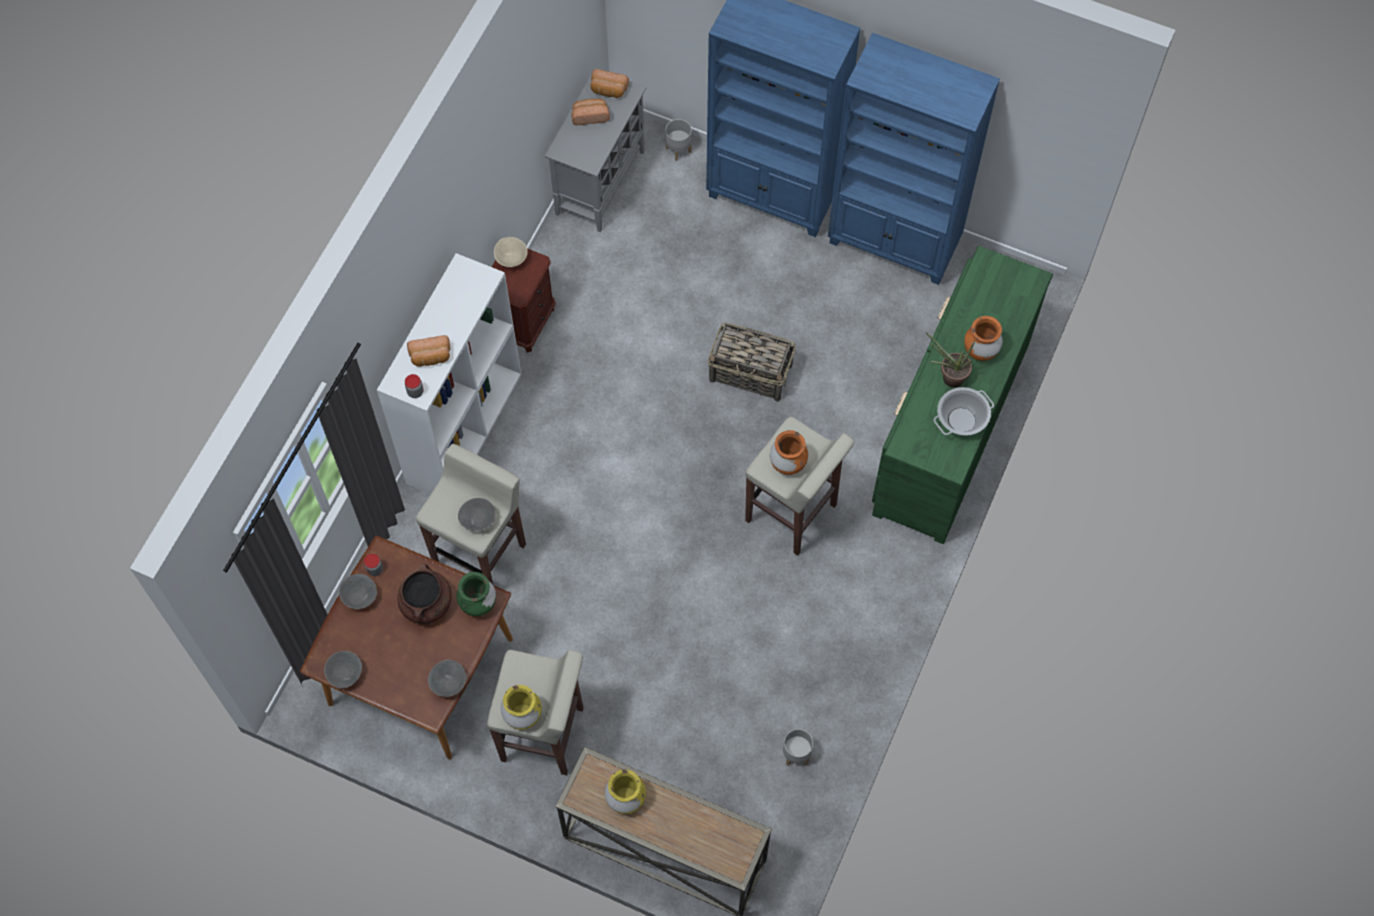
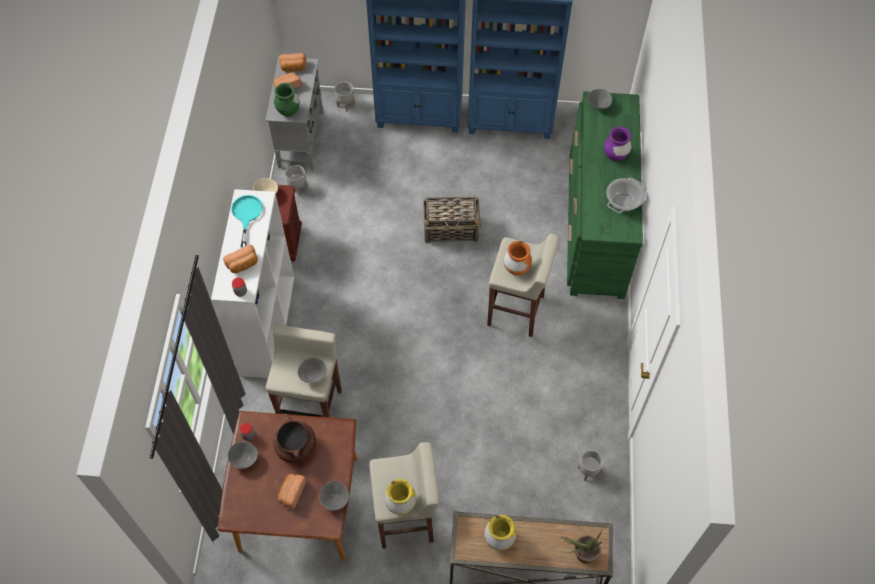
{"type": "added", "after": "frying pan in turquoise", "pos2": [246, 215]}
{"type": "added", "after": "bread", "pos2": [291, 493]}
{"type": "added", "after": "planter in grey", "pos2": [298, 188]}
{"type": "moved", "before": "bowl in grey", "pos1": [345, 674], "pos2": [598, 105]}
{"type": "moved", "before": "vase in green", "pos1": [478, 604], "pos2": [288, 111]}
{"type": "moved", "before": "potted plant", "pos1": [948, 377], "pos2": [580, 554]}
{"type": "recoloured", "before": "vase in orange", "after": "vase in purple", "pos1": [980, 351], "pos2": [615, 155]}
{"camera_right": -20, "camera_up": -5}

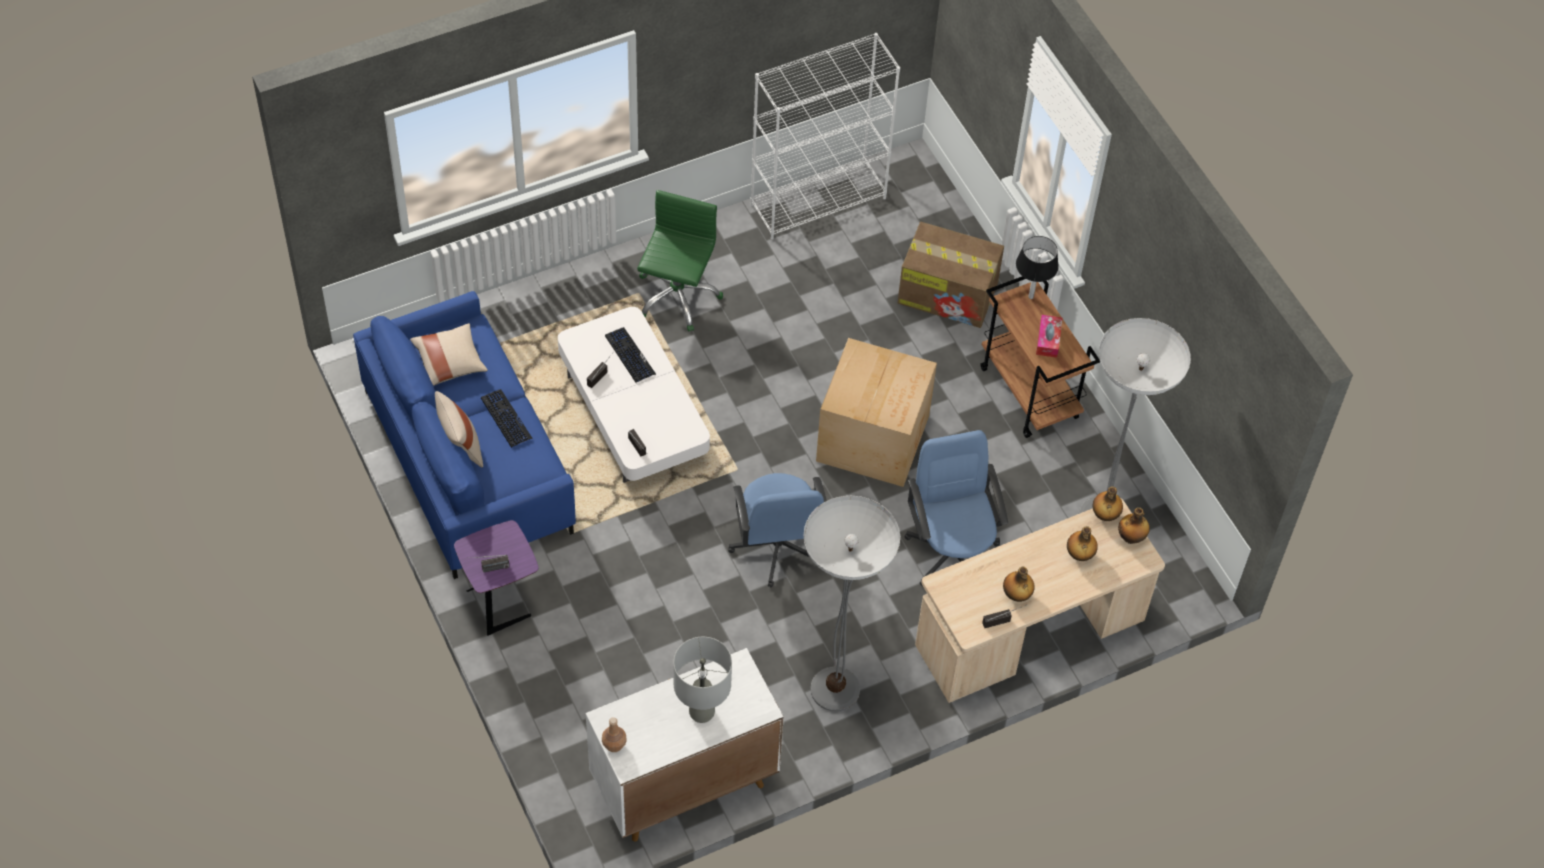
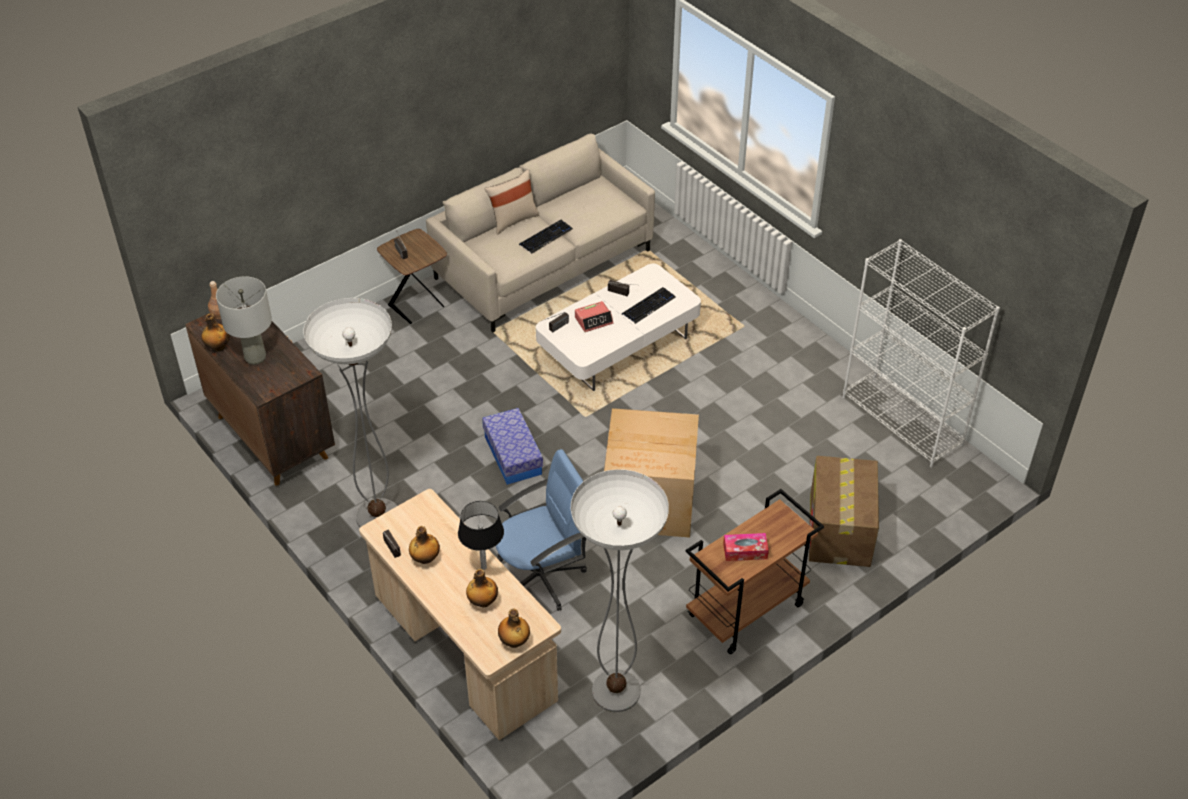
{"type": "removed", "before": "pillow in beige", "pos1": [449, 363]}
{"type": "removed", "before": "office chair in green", "pos1": [677, 296]}
{"type": "added", "after": "alarm clock", "pos2": [594, 320]}
{"type": "moved", "before": "table lamp in black", "pos1": [1030, 296], "pos2": [484, 567]}
{"type": "moved", "before": "bottle", "pos1": [1104, 515], "pos2": [218, 347]}
{"type": "replaced", "before": "office chair in blue", "after": "storage box", "pos1": [777, 547], "pos2": [513, 455]}
{"type": "recoloured", "before": "sofa in blue", "after": "sofa in beige", "pos1": [468, 460], "pos2": [544, 265]}
{"type": "recoloured", "before": "side table in purple", "after": "side table in brown", "pos1": [500, 603], "pos2": [418, 306]}
{"type": "recoloured", "before": "cabinet in white", "after": "cabinet in brown", "pos1": [683, 785], "pos2": [271, 436]}
{"camera_right": 80, "camera_up": -10}

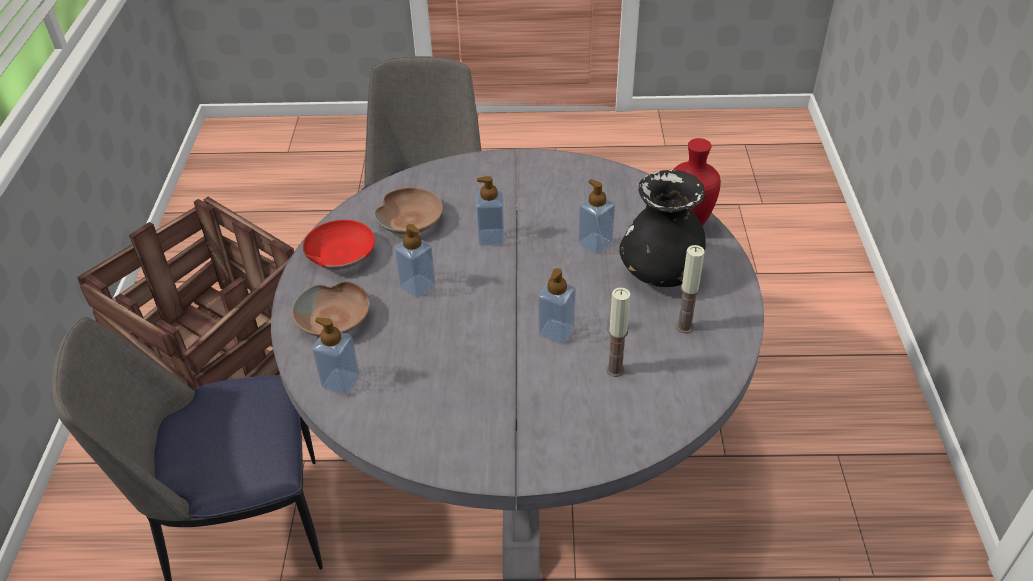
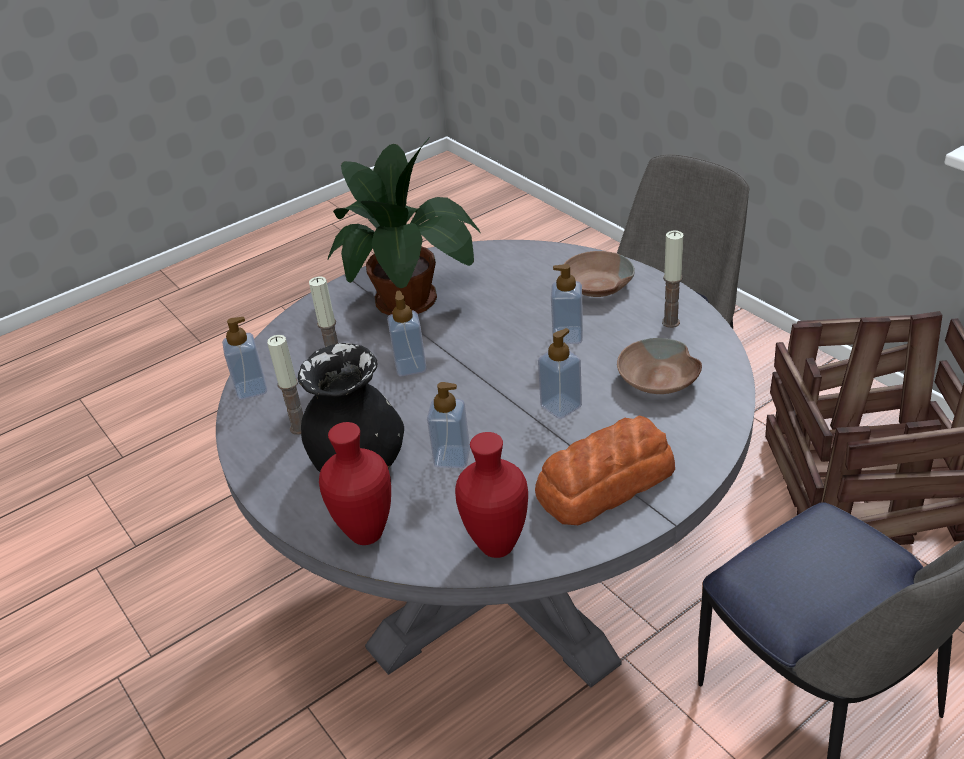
{"type": "added", "after": "potted plant", "pos2": [410, 300]}
{"type": "added", "after": "vase in red", "pos2": [499, 545]}
{"type": "added", "after": "bread", "pos2": [603, 483]}
{"type": "moved", "before": "soap dispenser", "pos1": [341, 382], "pos2": [251, 389]}
{"type": "replaced", "before": "bowl in red", "after": "candle", "pos1": [340, 254], "pos2": [670, 322]}
{"camera_right": 145, "camera_up": -5}

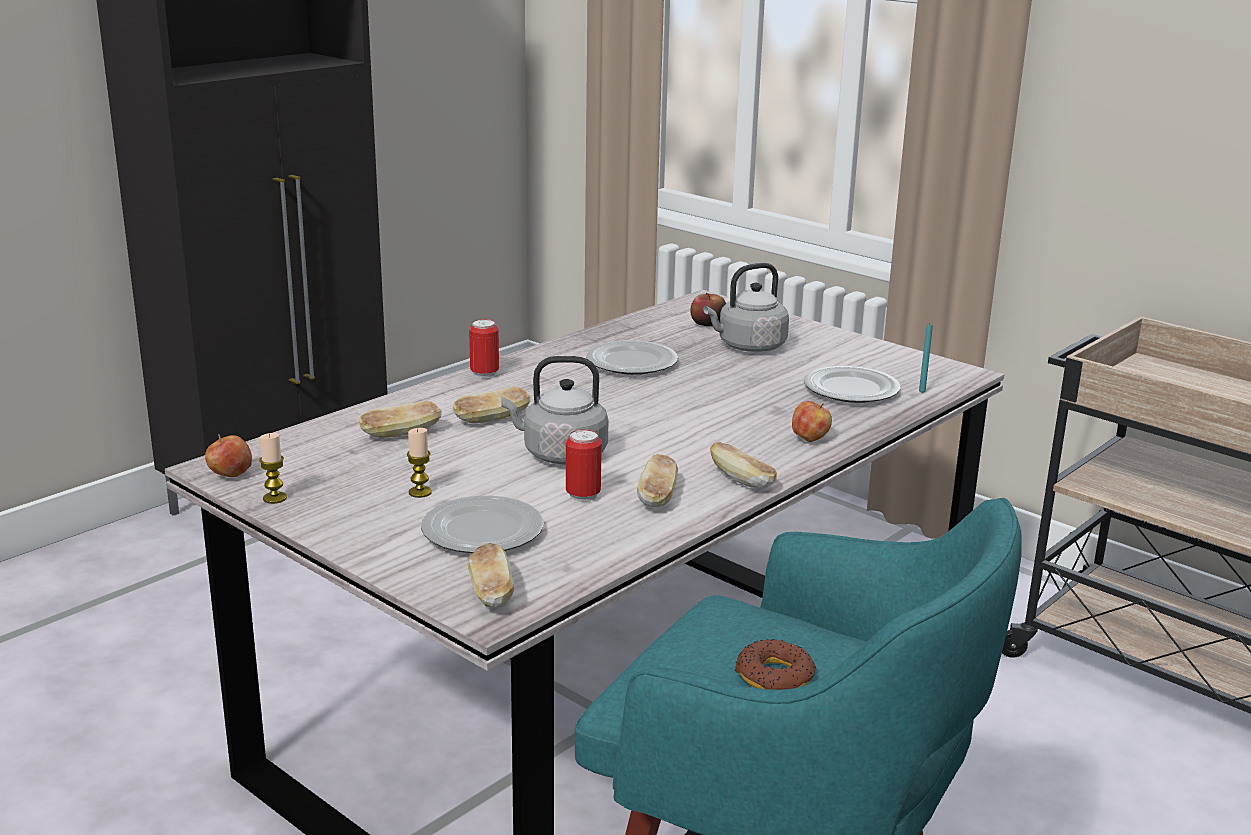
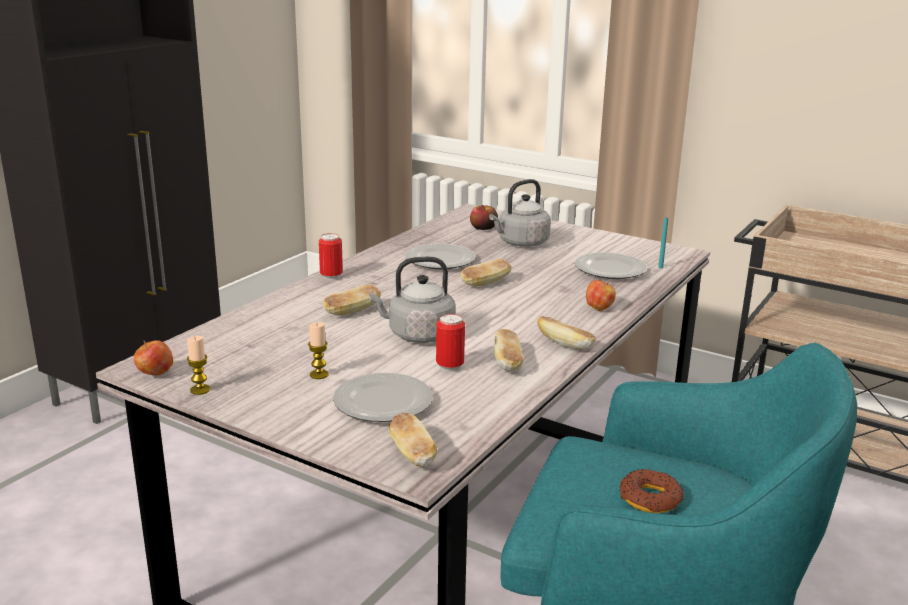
{"type": "moved", "before": "bread", "pos1": [401, 434], "pos2": [486, 283]}
{"camera_right": -10, "camera_up": 0}

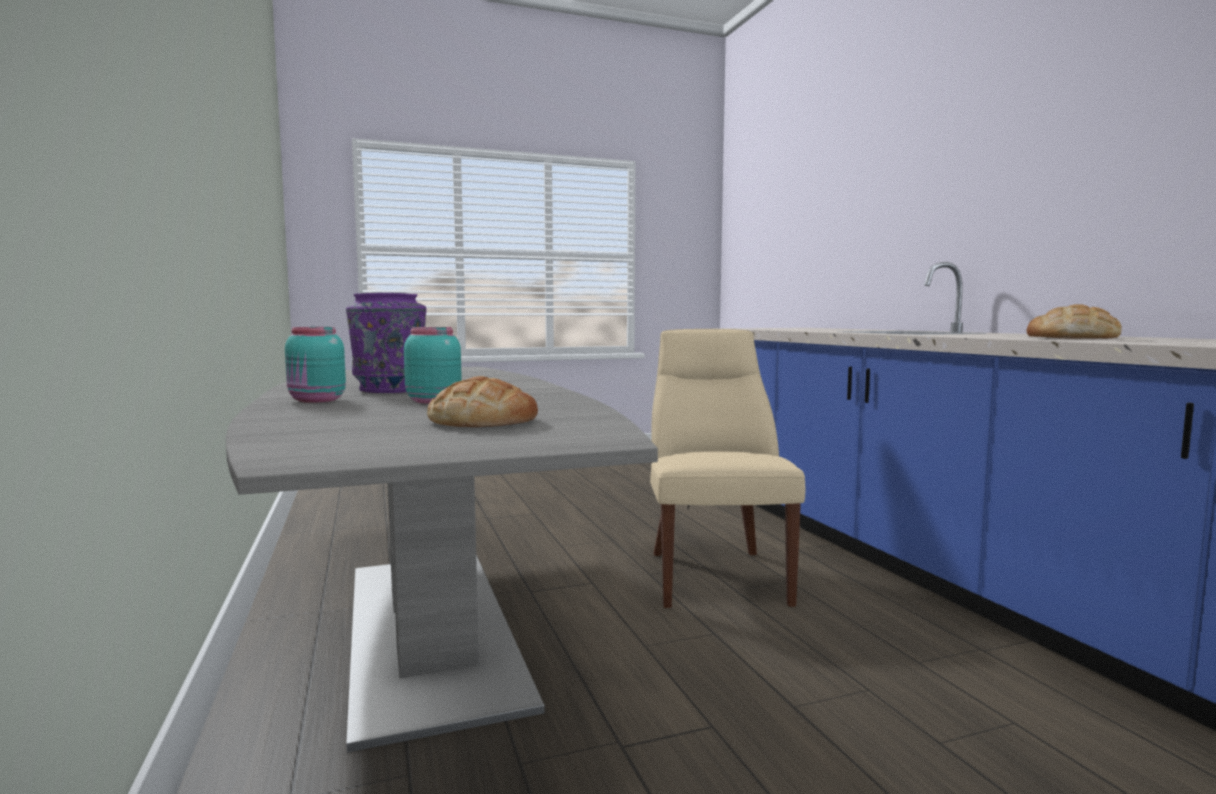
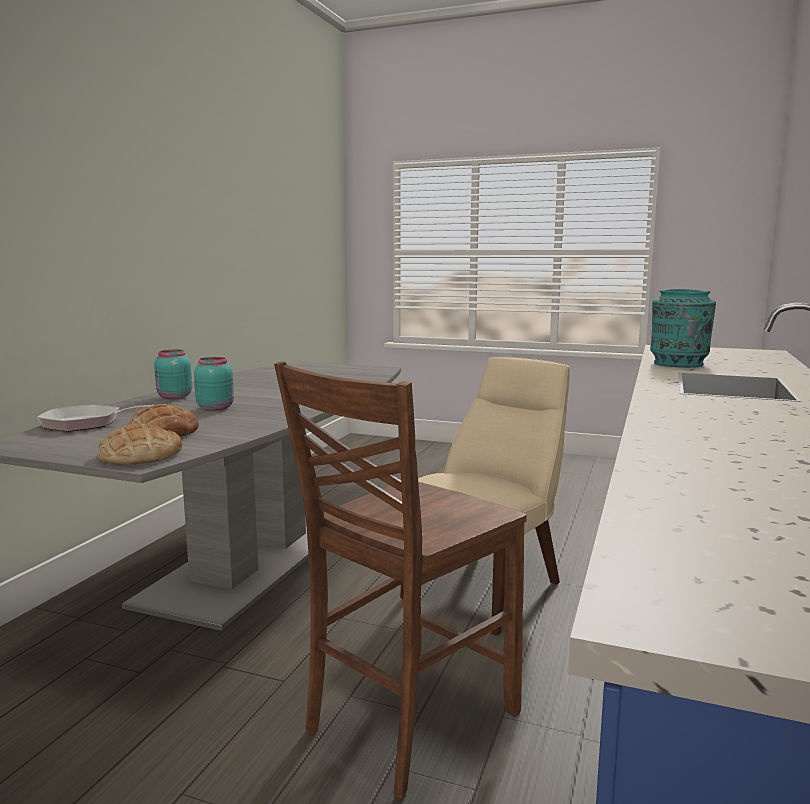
{"type": "removed", "before": "vase in purple", "pos1": [390, 390]}
{"type": "added", "after": "frying pan", "pos2": [88, 423]}
{"type": "added", "after": "chair in brown", "pos2": [406, 721]}
{"type": "added", "after": "vase in turquoise", "pos2": [678, 364]}
{"type": "moved", "before": "bread", "pos1": [1072, 338], "pos2": [140, 455]}
{"camera_right": 40, "camera_up": 5}

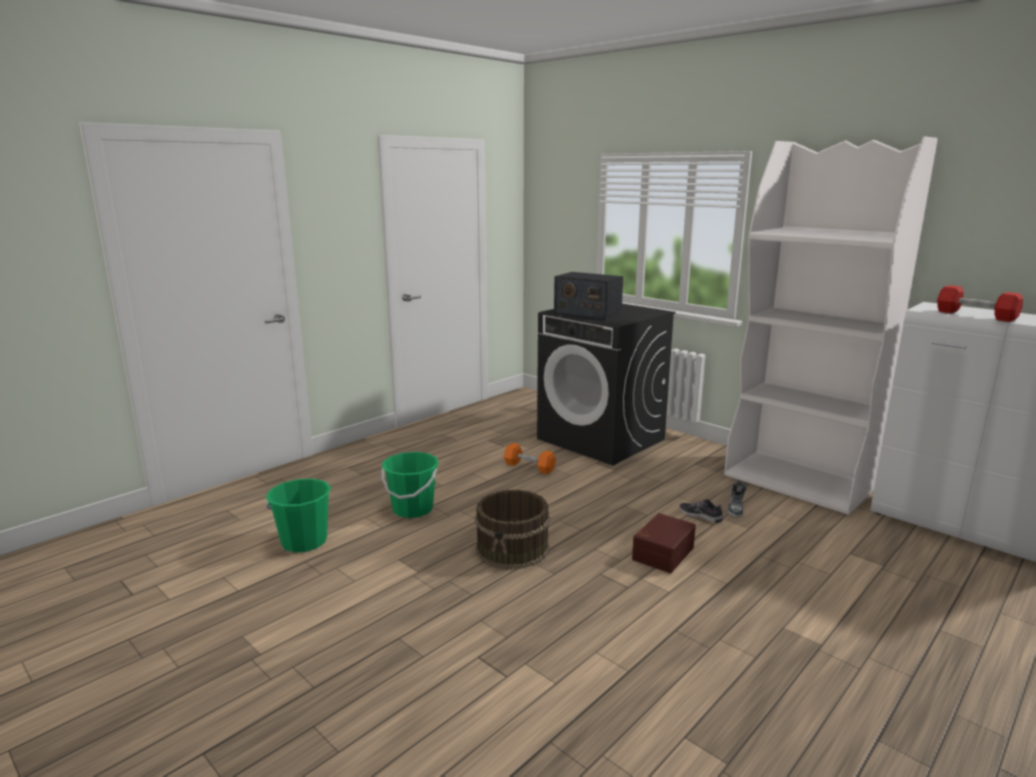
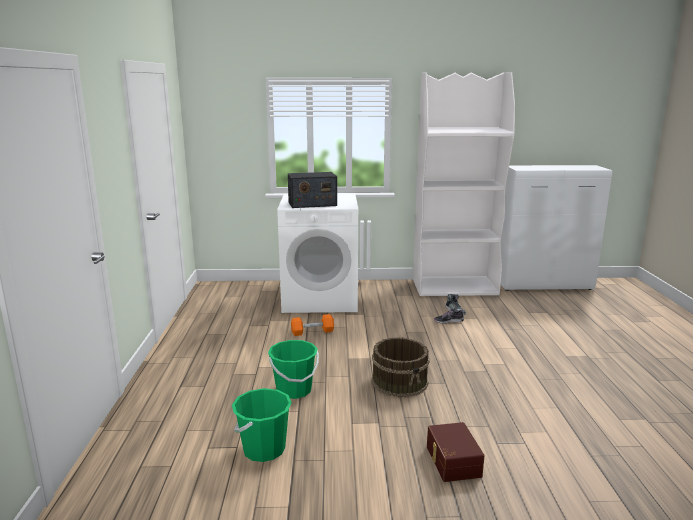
{"type": "removed", "before": "dumbbell in red", "pos1": [976, 315]}
{"type": "moved", "before": "storage box in brown", "pos1": [661, 553], "pos2": [452, 461]}
{"type": "recoloured", "before": "washing machine in black", "after": "washing machine in white", "pos1": [601, 439], "pos2": [321, 299]}
{"camera_right": -45, "camera_up": 0}

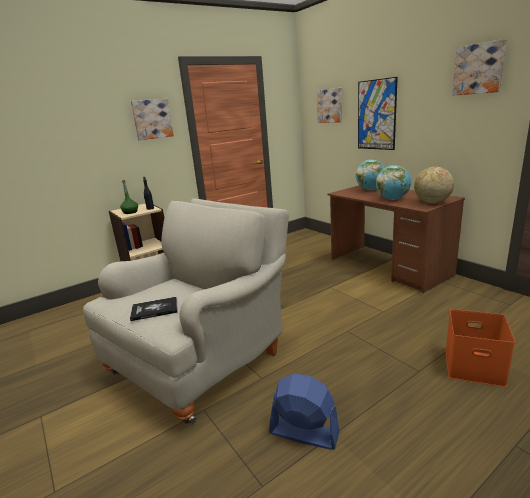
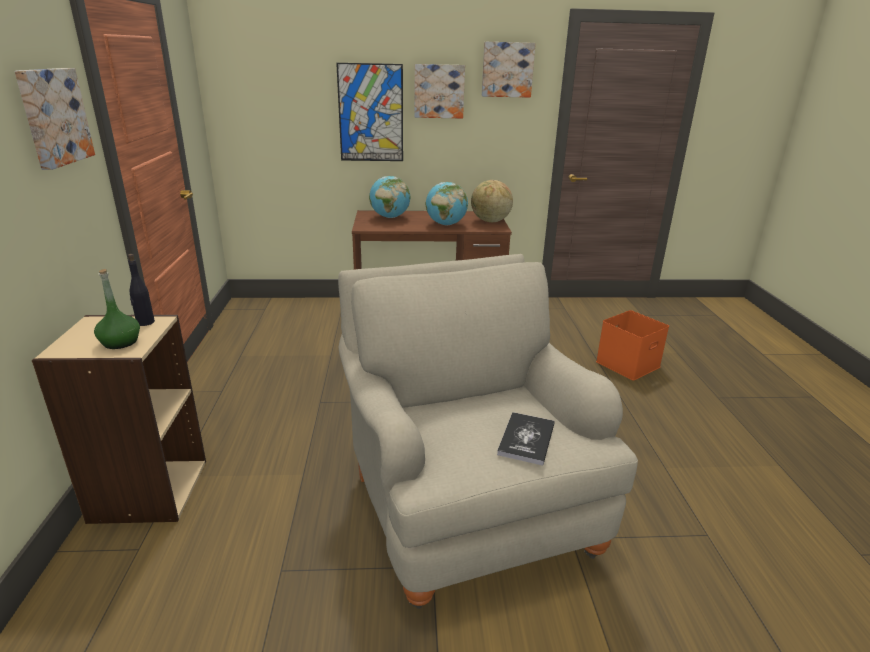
{"type": "removed", "before": "fan in blue", "pos1": [303, 432]}
{"type": "moved", "before": "picture", "pos1": [330, 106], "pos2": [439, 91]}
{"camera_right": -60, "camera_up": 5}

